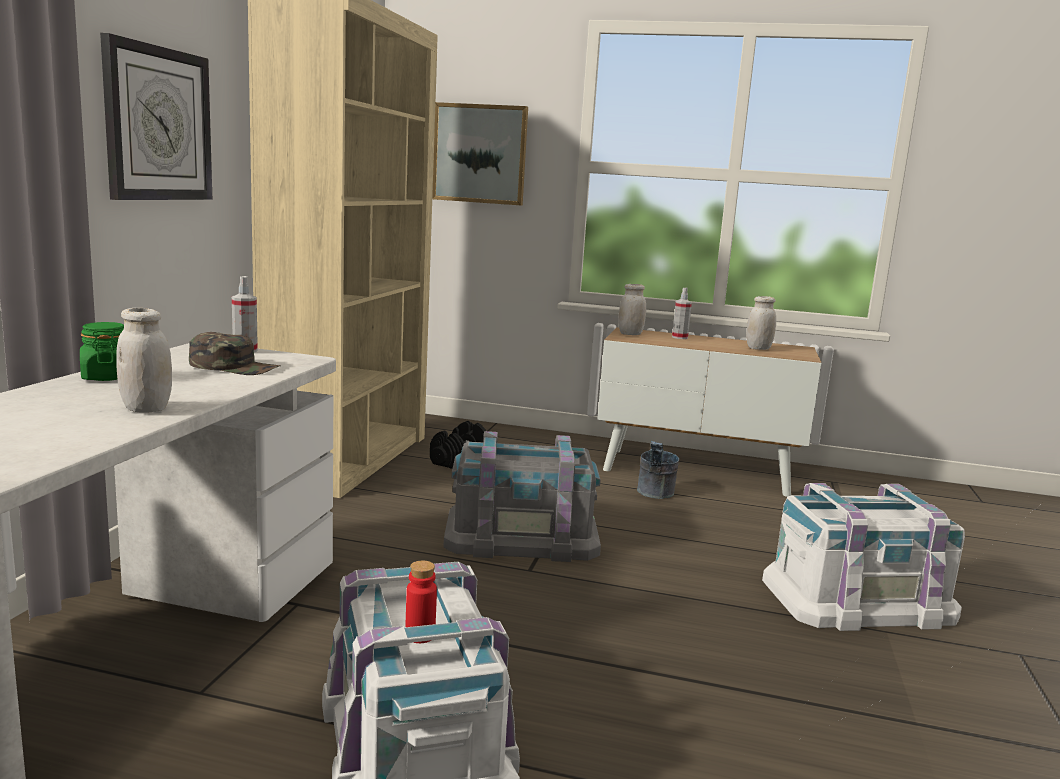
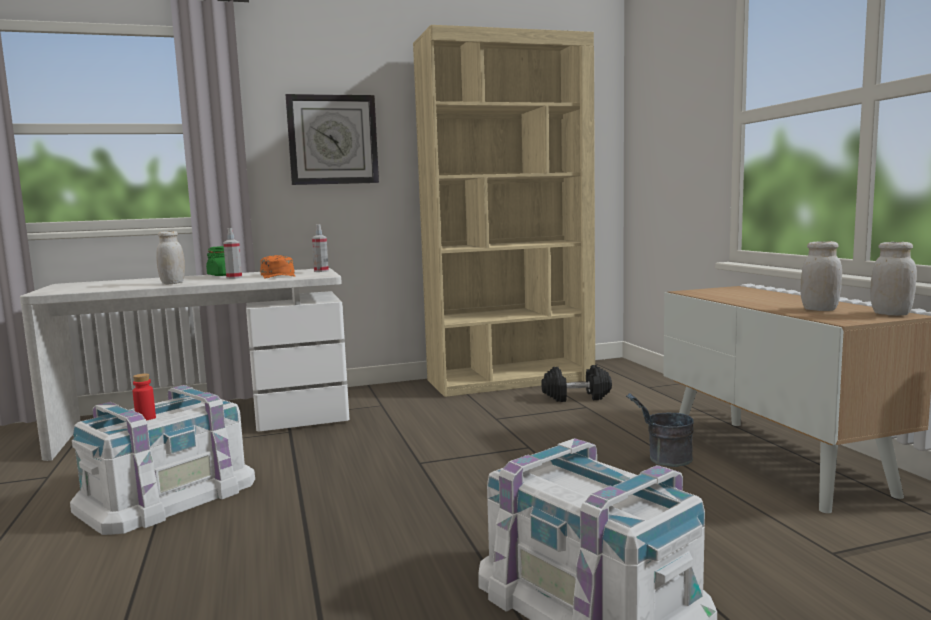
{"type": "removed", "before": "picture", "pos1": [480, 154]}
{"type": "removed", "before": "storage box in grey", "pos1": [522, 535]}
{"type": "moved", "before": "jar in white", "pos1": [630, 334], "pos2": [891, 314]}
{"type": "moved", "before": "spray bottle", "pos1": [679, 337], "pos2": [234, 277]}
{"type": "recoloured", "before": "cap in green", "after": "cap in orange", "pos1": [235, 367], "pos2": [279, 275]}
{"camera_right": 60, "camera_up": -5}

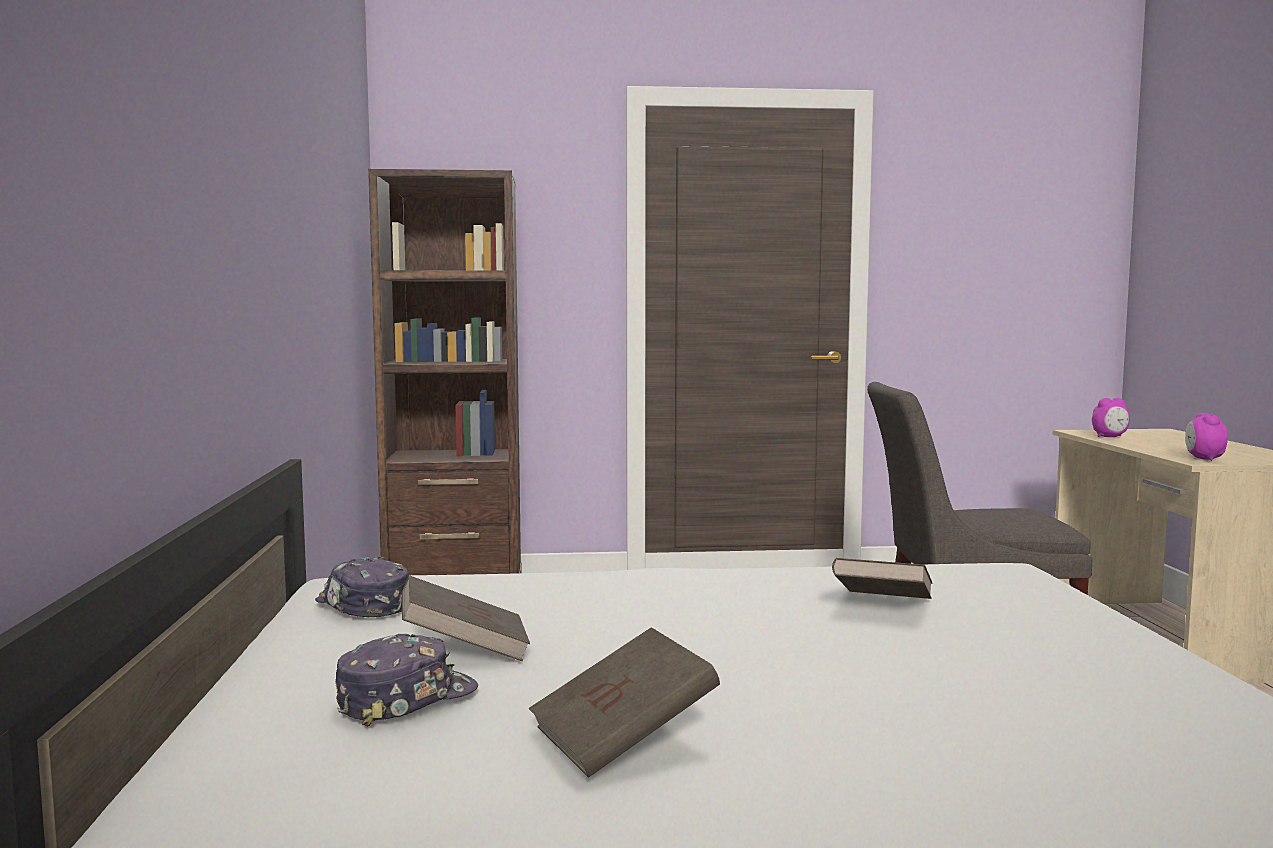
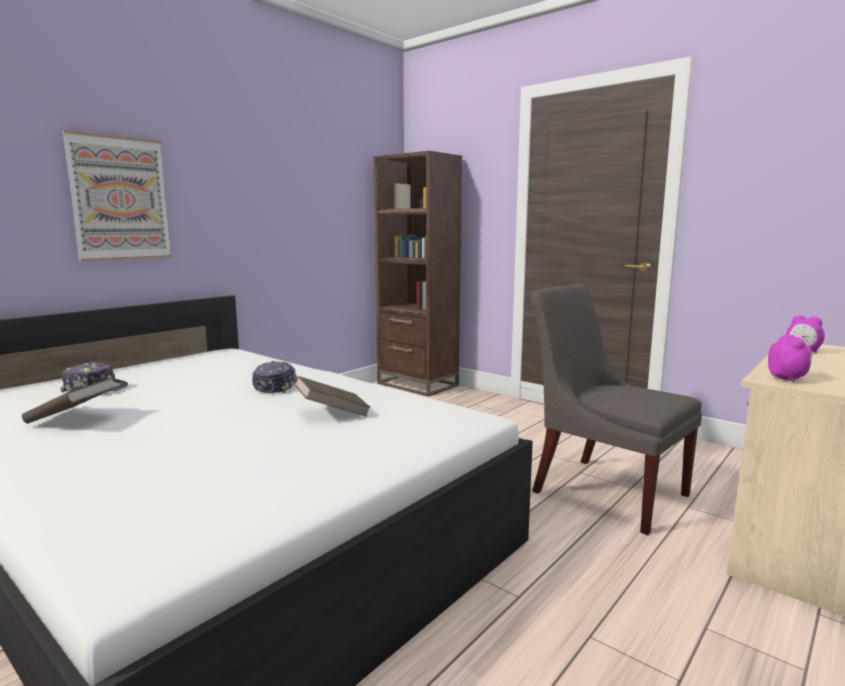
{"type": "removed", "before": "book in brown", "pos1": [464, 649]}
{"type": "added", "after": "picture", "pos2": [120, 199]}
{"type": "moved", "before": "cap", "pos1": [364, 606], "pos2": [275, 386]}
{"type": "turned", "before": "alarm clock", "pos1": [1203, 459], "pos2": [787, 379], "turn": 135}
{"camera_right": 45, "camera_up": 5}

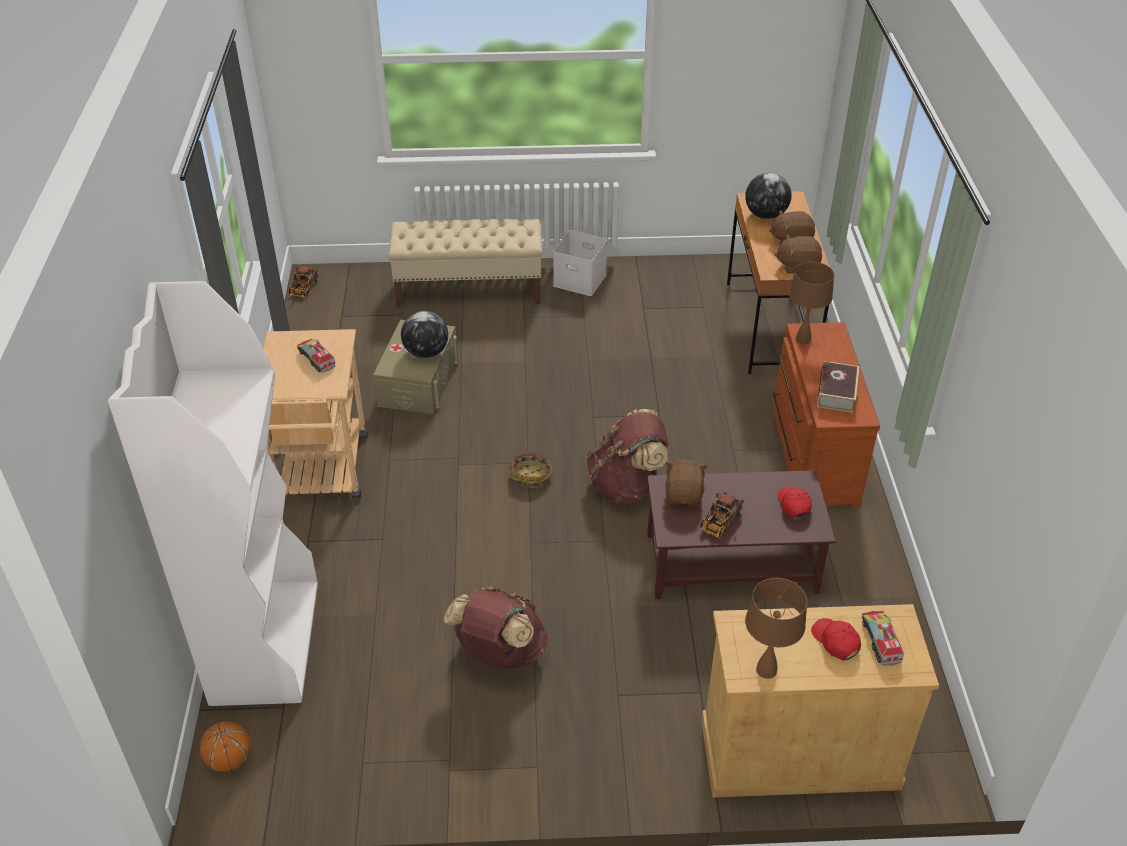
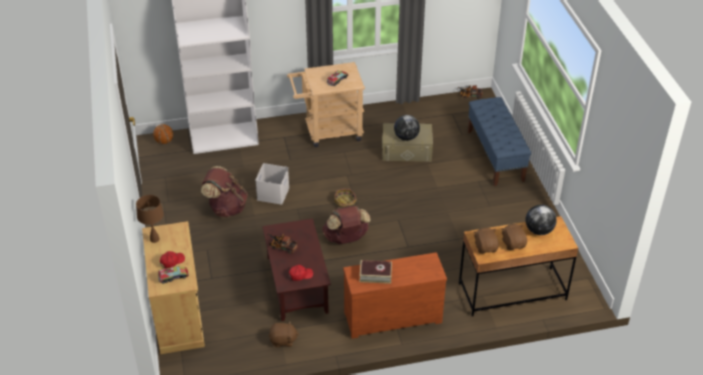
{"type": "removed", "before": "table lamp in brown", "pos1": [803, 339]}
{"type": "moved", "before": "storage box in white", "pos1": [581, 279], "pos2": [273, 194]}
{"type": "moved", "before": "plush toy in brown", "pos1": [684, 495], "pos2": [283, 340]}
{"type": "recoloured", "before": "bench in beige", "after": "bench in blue", "pos1": [469, 289], "pos2": [495, 156]}
{"camera_right": 80, "camera_up": 0}

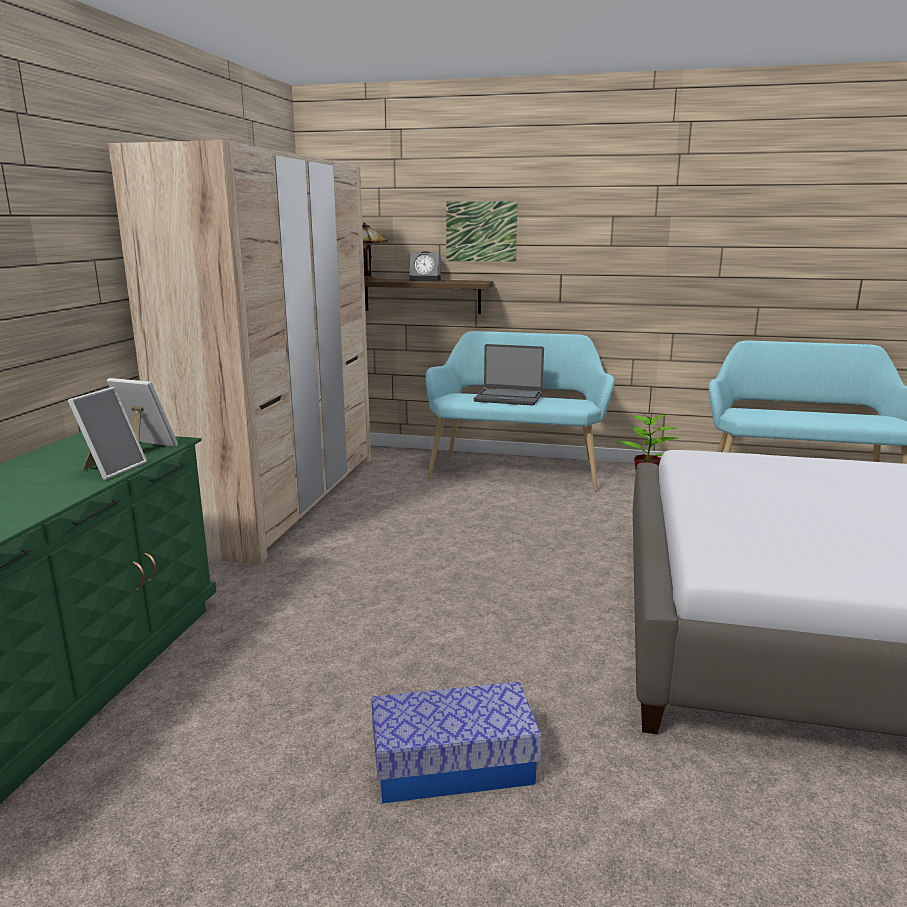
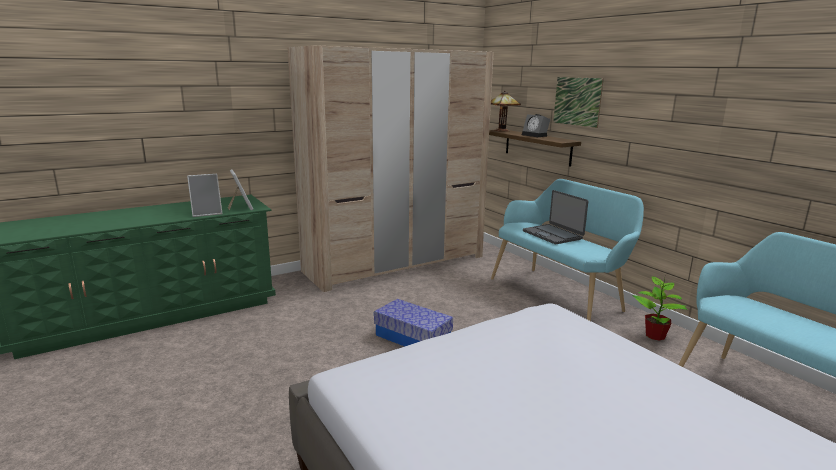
{"type": "moved", "before": "storage box", "pos1": [453, 764], "pos2": [413, 338]}
{"camera_right": 45, "camera_up": 0}

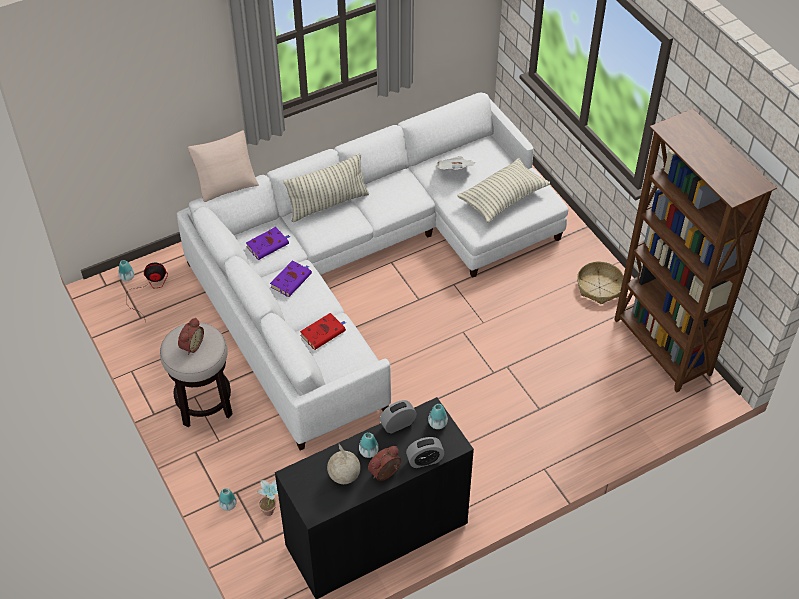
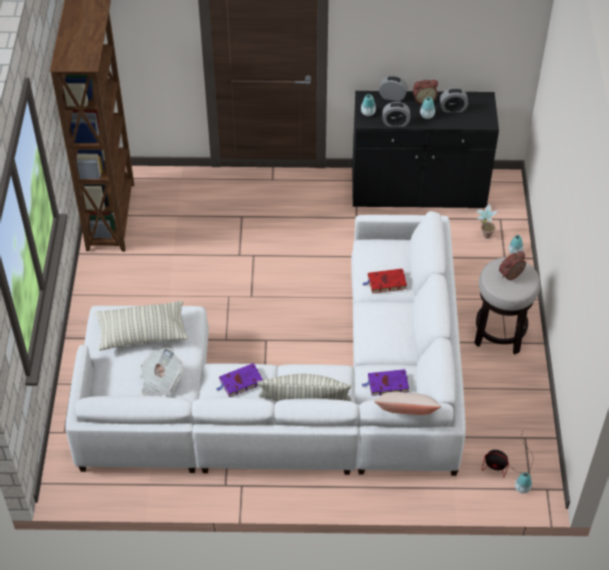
{"type": "removed", "before": "basket", "pos1": [599, 287]}
{"type": "moved", "before": "book in purple", "pos1": [291, 280], "pos2": [240, 382]}
{"type": "replaced", "before": "globe", "after": "alarm clock", "pos1": [344, 476], "pos2": [453, 109]}
{"camera_right": -150, "camera_up": 0}

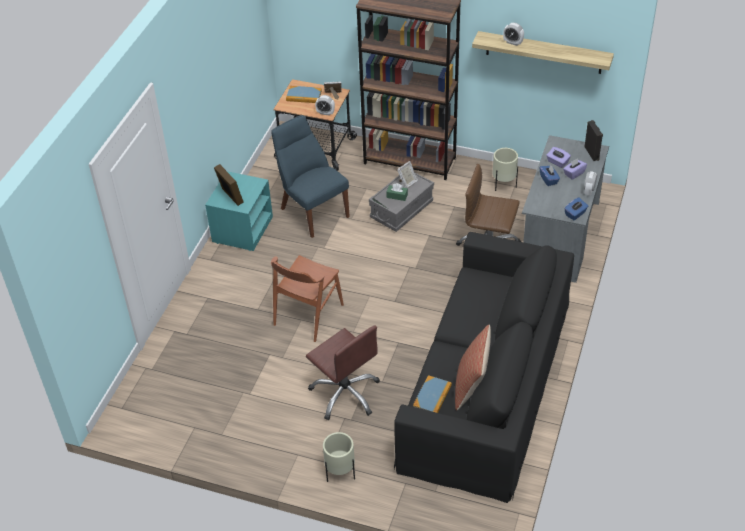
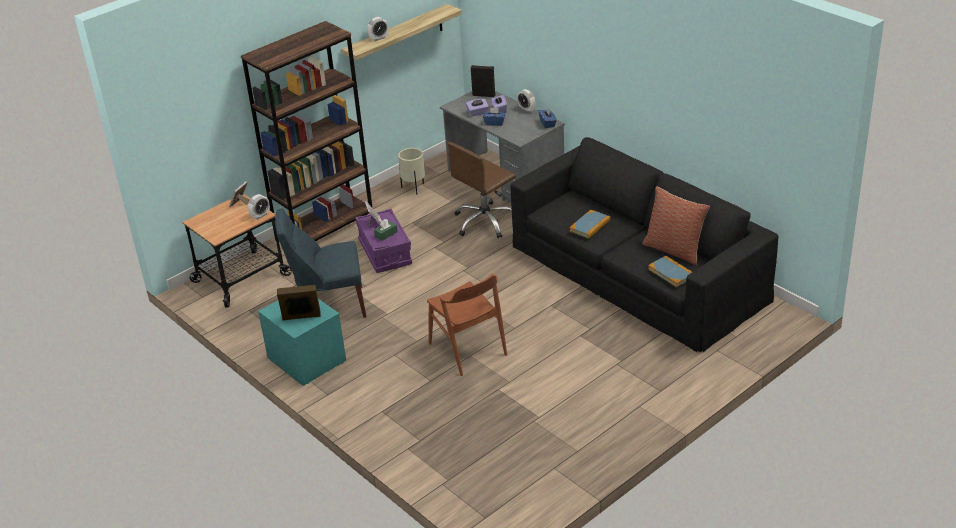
{"type": "removed", "before": "office chair in brown", "pos1": [345, 393]}
{"type": "removed", "before": "planter in beige", "pos1": [340, 473]}
{"type": "moved", "before": "book", "pos1": [304, 96], "pos2": [590, 226]}
{"type": "recoloured", "before": "storage box in grey", "after": "storage box in purple", "pos1": [401, 210], "pos2": [385, 252]}
{"camera_right": -60, "camera_up": -10}

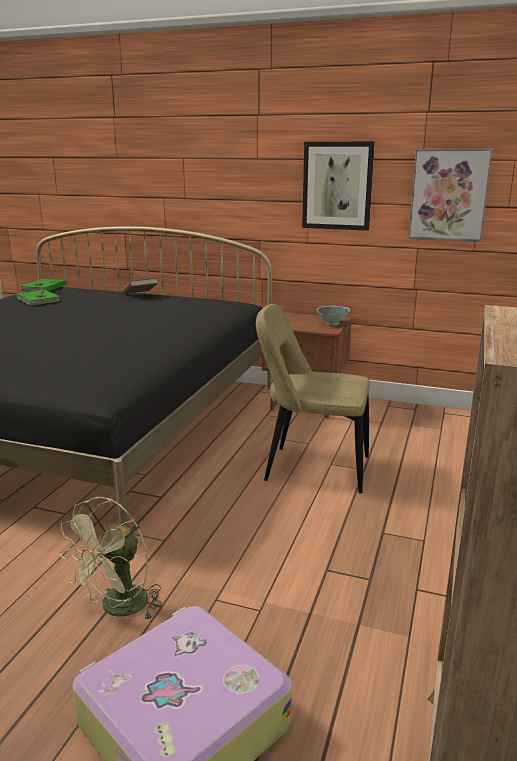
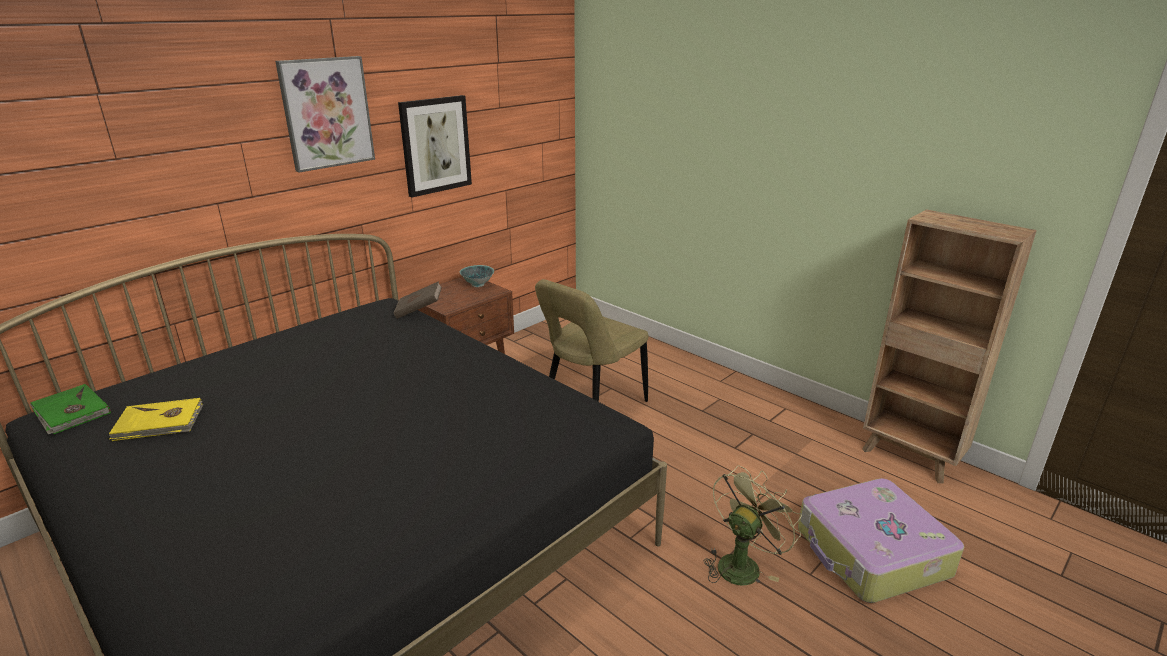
{"type": "moved", "before": "book in brown", "pos1": [140, 295], "pos2": [419, 311]}
{"type": "moved", "before": "picture", "pos1": [449, 195], "pos2": [327, 113]}
{"type": "recoloured", "before": "book in green", "after": "book in yellow", "pos1": [37, 300], "pos2": [159, 423]}
{"type": "turned", "before": "fan in green", "pos1": [118, 609], "pos2": [742, 563], "turn": -105}
{"camera_right": -65, "camera_up": 5}

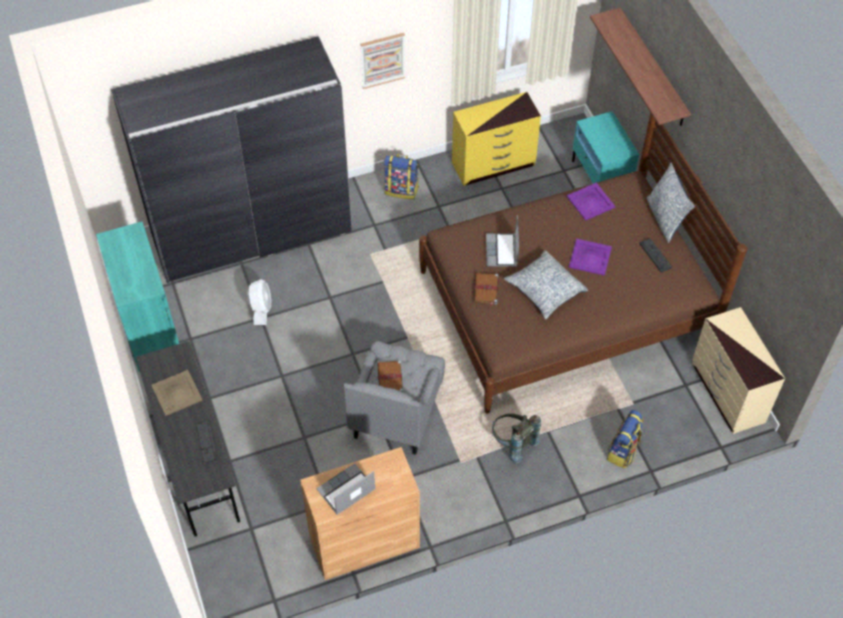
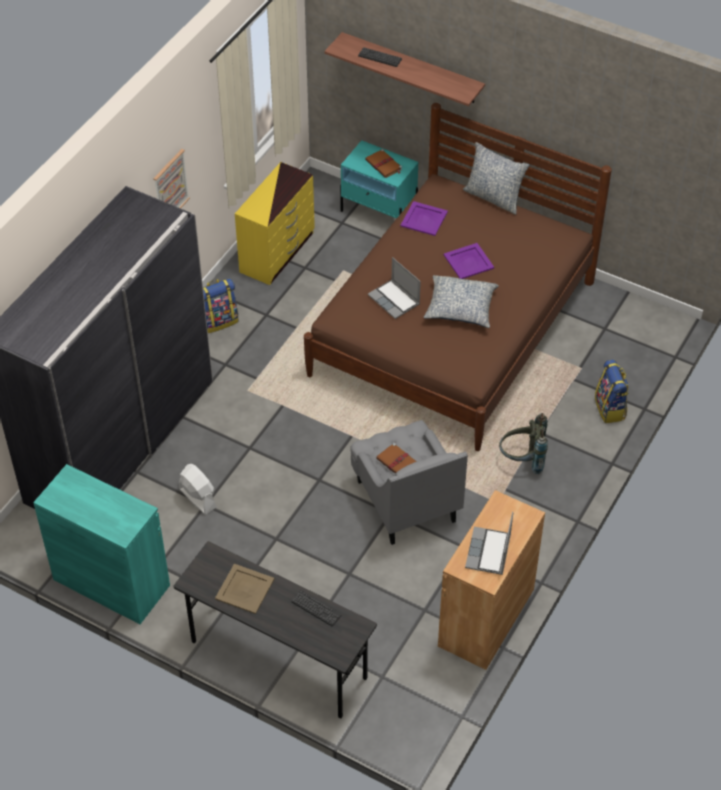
{"type": "removed", "before": "dresser in beige", "pos1": [727, 393]}
{"type": "moved", "before": "book in brown", "pos1": [486, 290], "pos2": [384, 165]}
{"type": "moved", "before": "keyboard", "pos1": [655, 255], "pos2": [380, 57]}
{"camera_right": -40, "camera_up": -5}

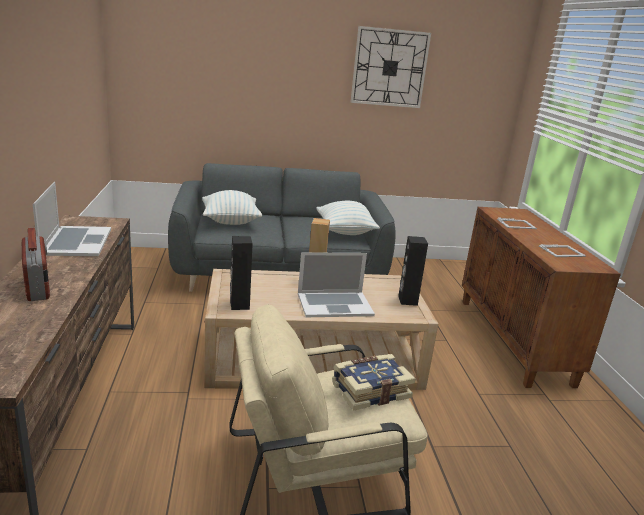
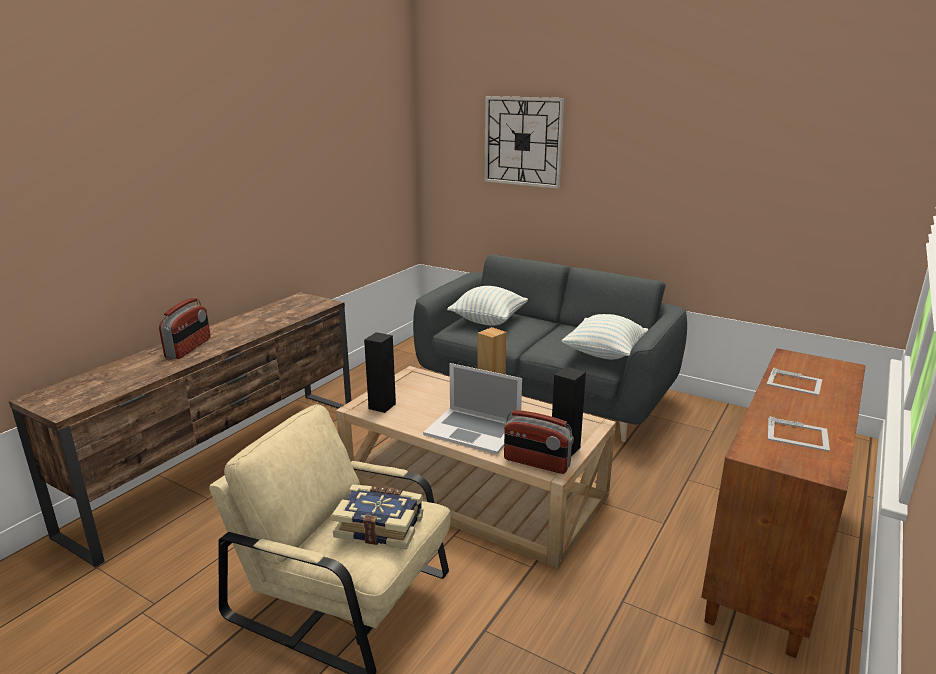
{"type": "removed", "before": "laptop", "pos1": [76, 241]}
{"type": "added", "after": "radio", "pos2": [536, 463]}
{"type": "moved", "before": "wall clock", "pos1": [389, 68], "pos2": [523, 141]}
{"camera_right": 40, "camera_up": 0}

